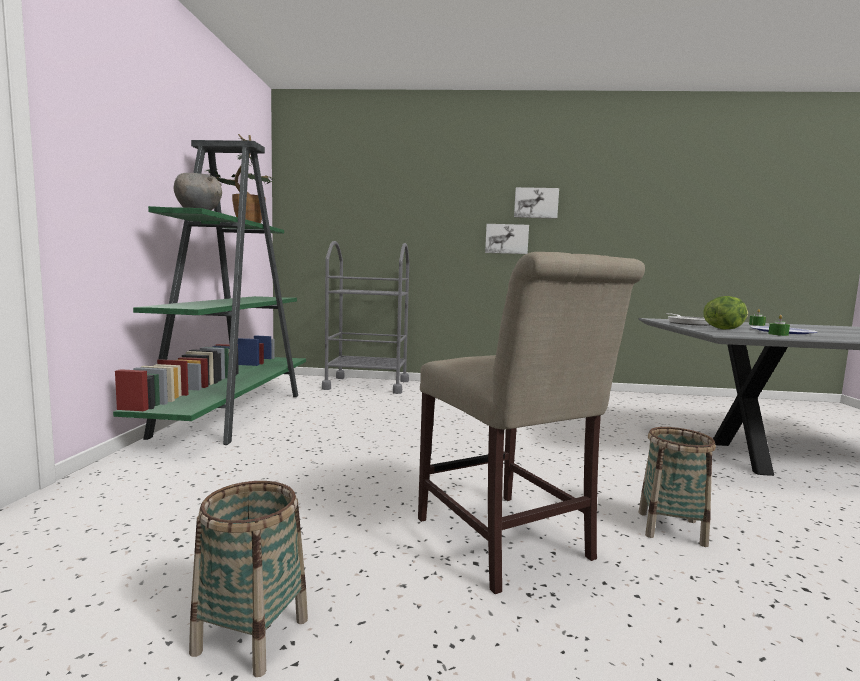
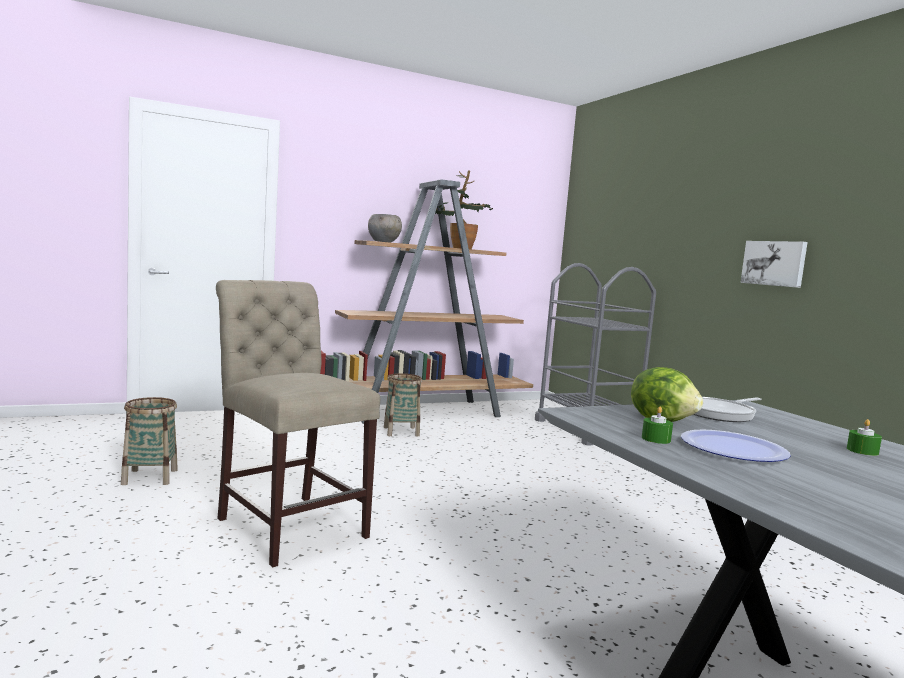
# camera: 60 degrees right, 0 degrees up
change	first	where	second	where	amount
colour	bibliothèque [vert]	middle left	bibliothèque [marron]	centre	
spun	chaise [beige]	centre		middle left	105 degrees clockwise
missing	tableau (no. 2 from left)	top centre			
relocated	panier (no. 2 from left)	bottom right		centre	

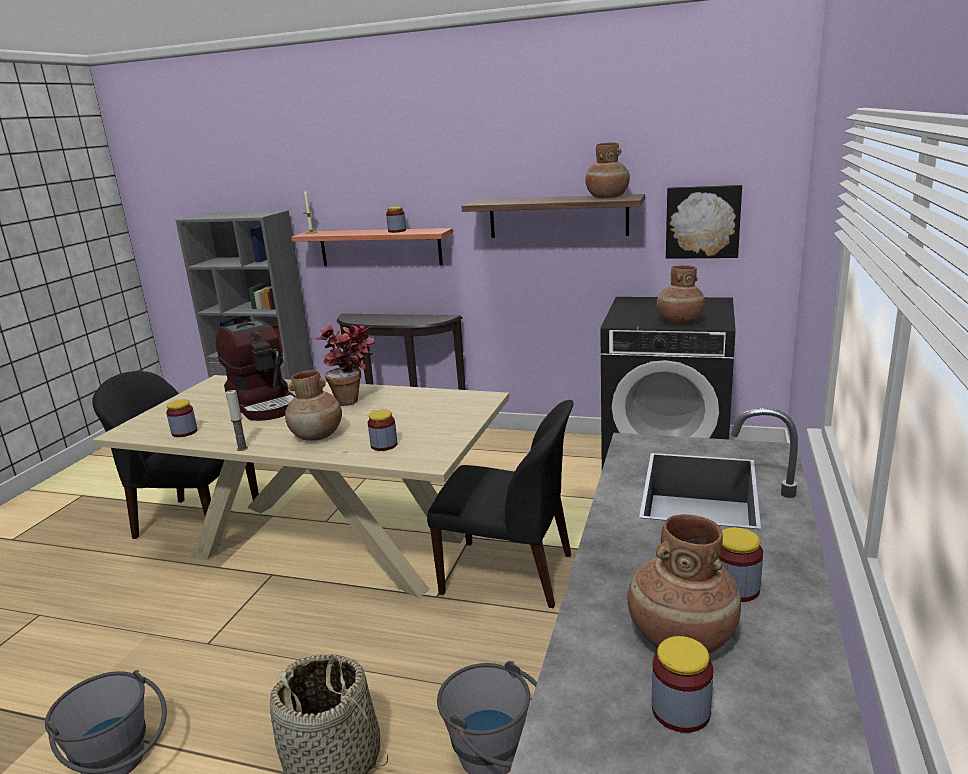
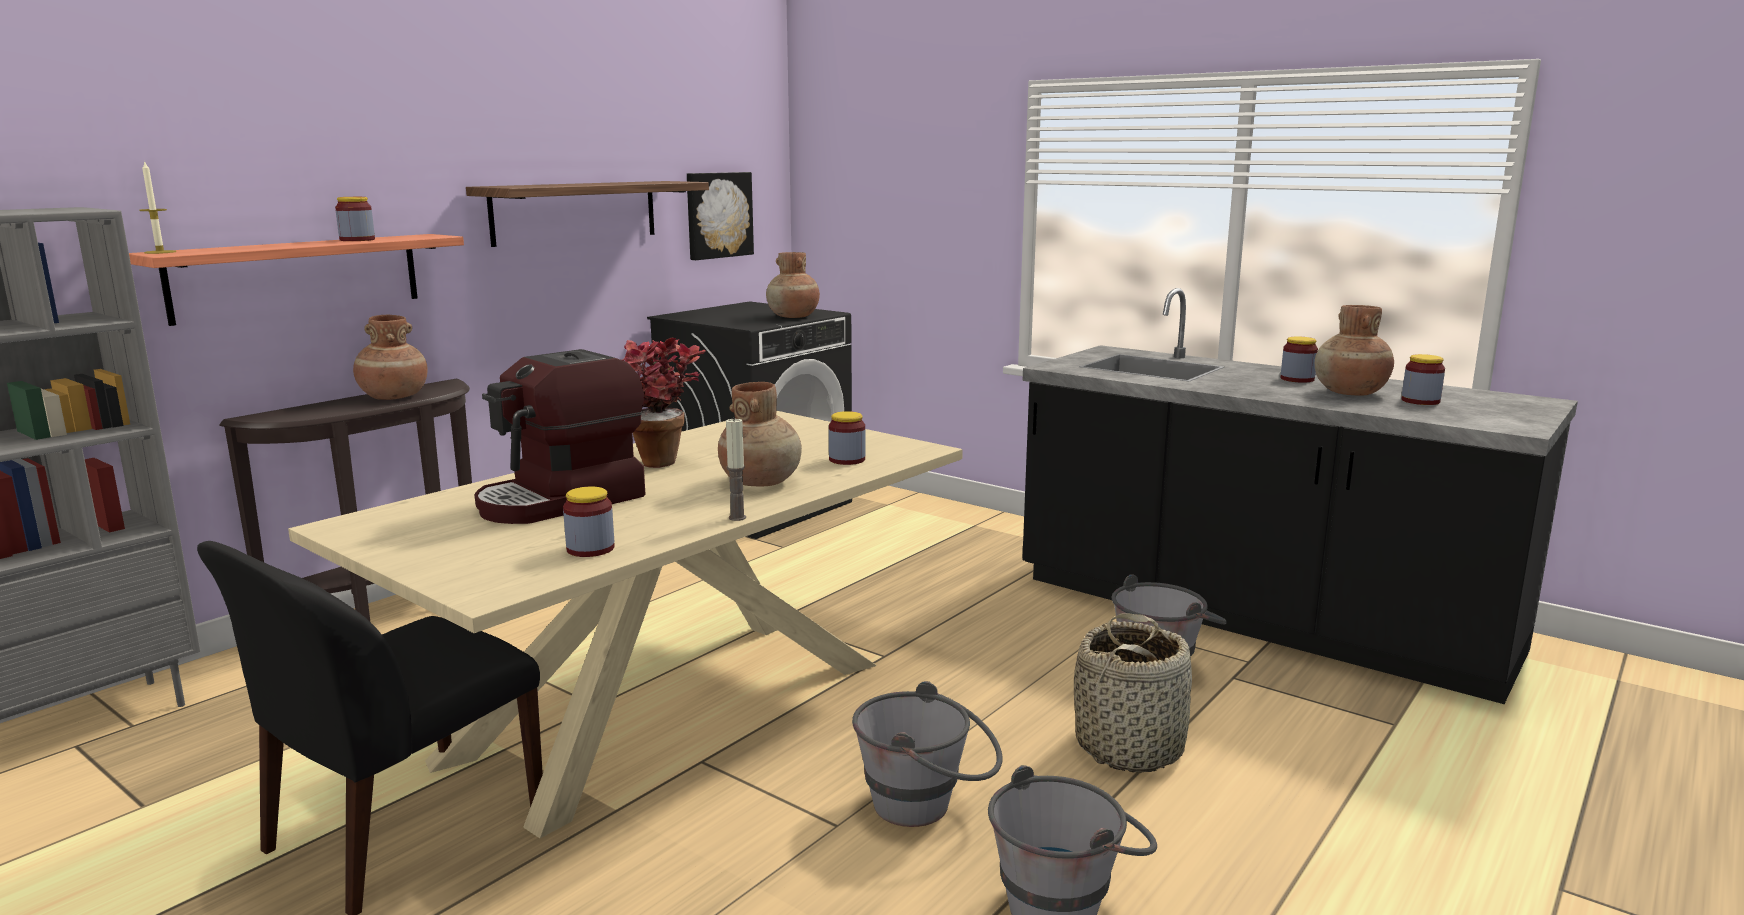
# camera: 70 degrees left, 5 degrees down
change	first	where	second	where	amount
spun	machine à café	middle left		middle left	150 degrees clockwise
missing	chaise [noir] (no. 2 from left)	centre			
relocated	vase [marron] (no. 2 from left in the first image)	top centre	vase [marron] (no. 1 from left)	middle left	
appeared			seau [gris] (no. 1 from left)	bottom centre	

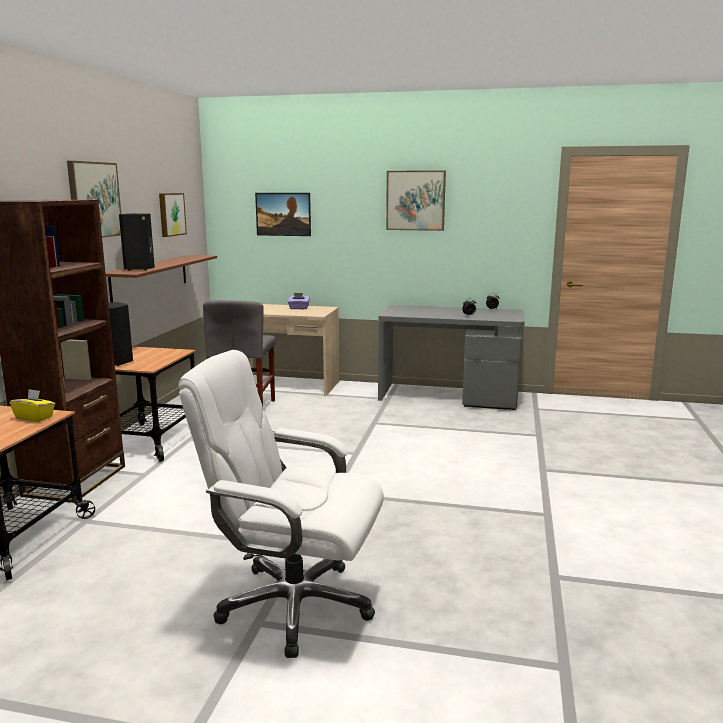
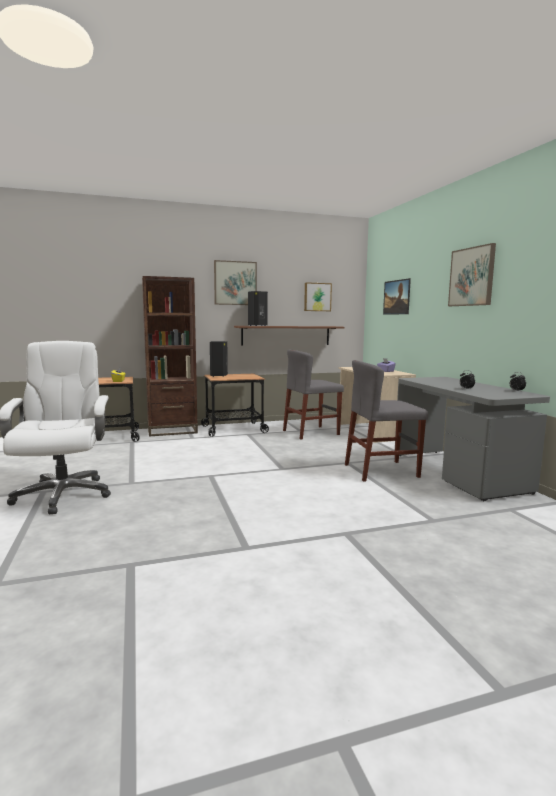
# camera: 60 degrees right, 5 degrees down
change	first	where	second	where	amount
appeared			chaise [gris] (no. 2 from left)	middle right	

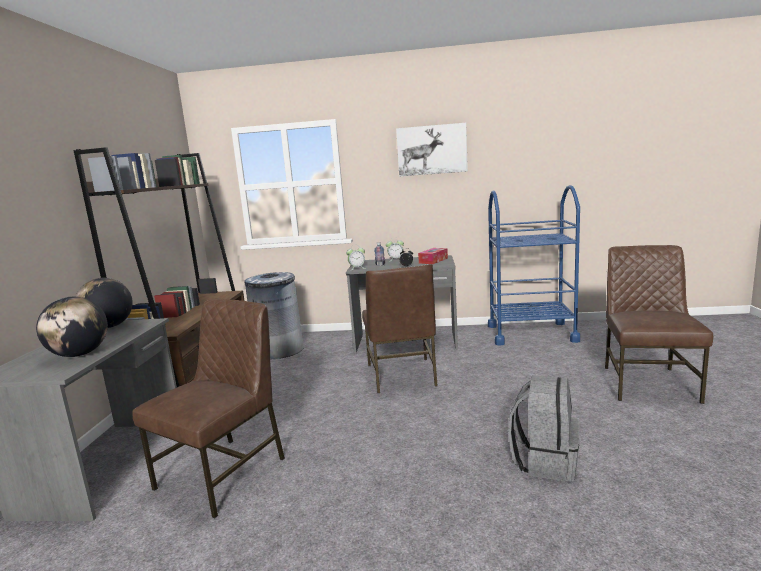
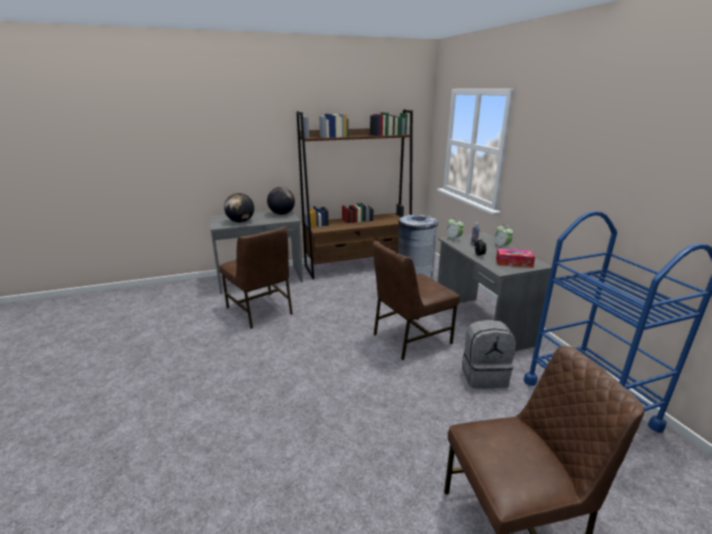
# camera: 65 degrees right, 10 degrees up
change	first	where	second	where	amount
spun	chaise [marron] (no. 1 from left)	bottom left		centre	45 degrees clockwise
missing	tableau	top centre			
relocated	sac à dos [gris]	bottom right		middle right	

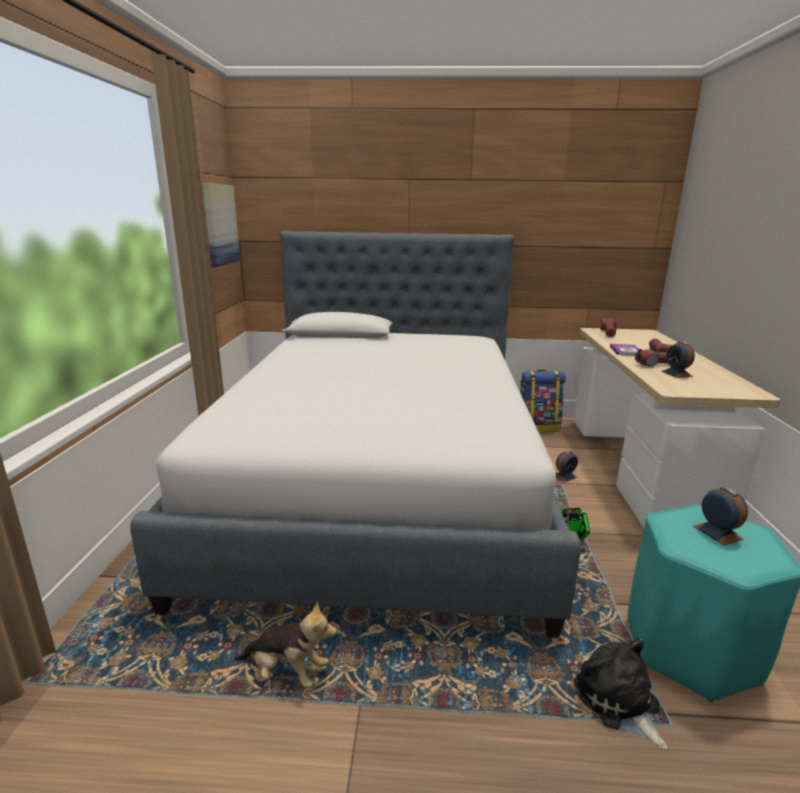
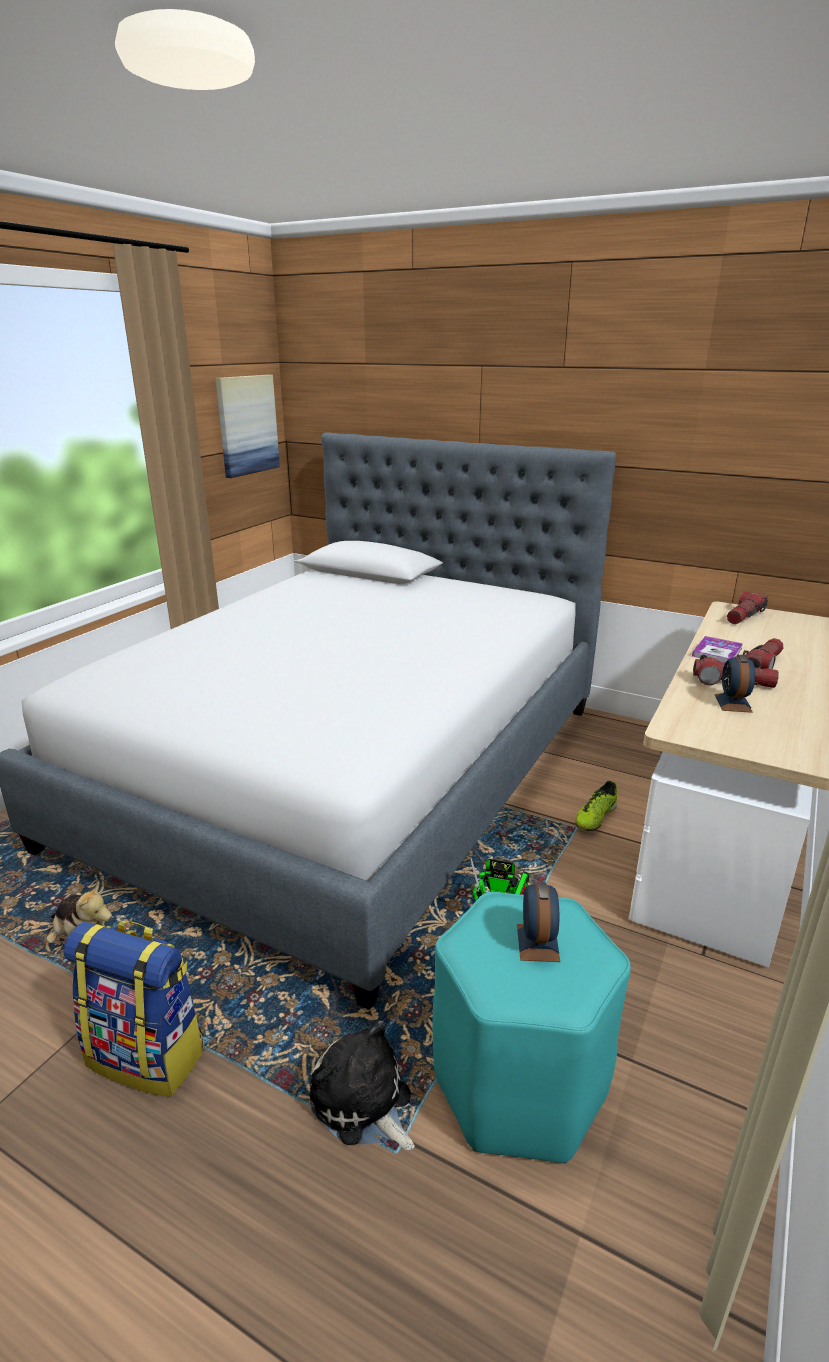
# camera: 25 degrees right, 5 degrees up
change	first	where	second	where	amount
relocated	sac à dos	middle right		bottom left	
exchanged	réveil (no. 1 from left)	middle right	chaussure	middle right	
spun	peluche (no. 2 from left)	bottom right		bottom centre	45 degrees counterclockwise

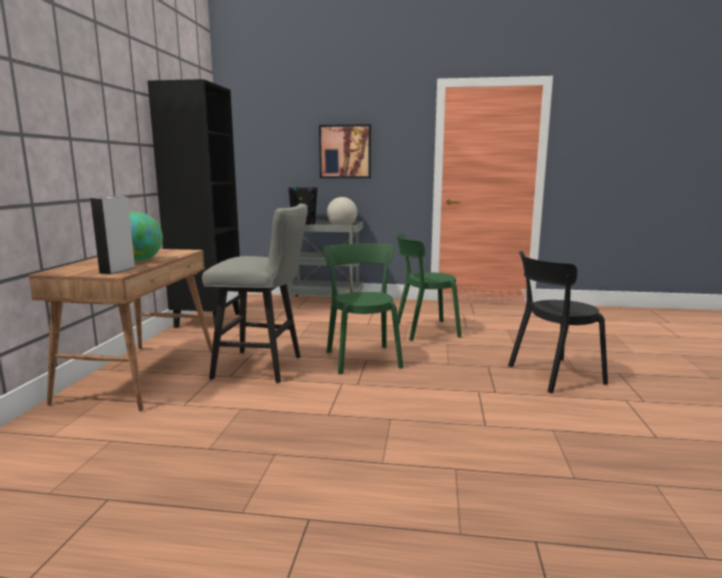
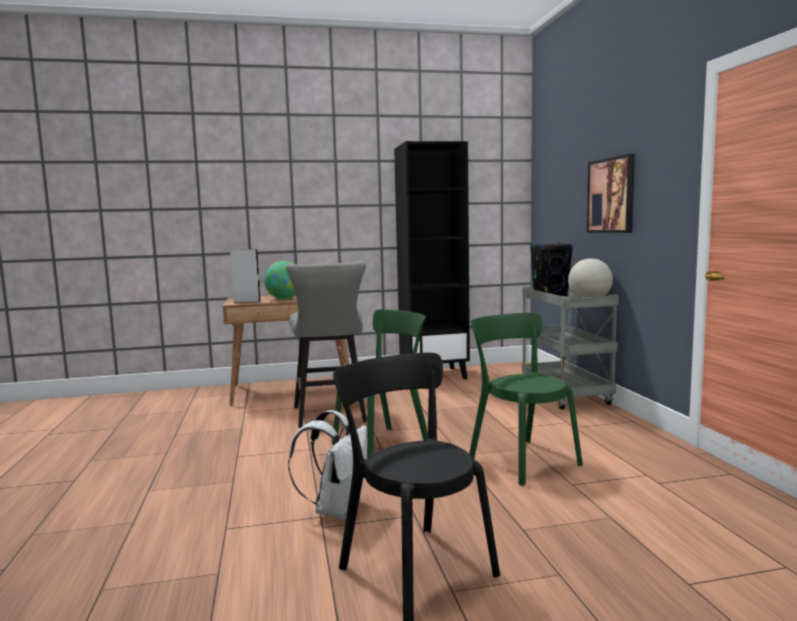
# camera: 70 degrees right, 5 degrees down
change	first	where	second	where	amount
appeared			sac à dos [blanc]	bottom centre	

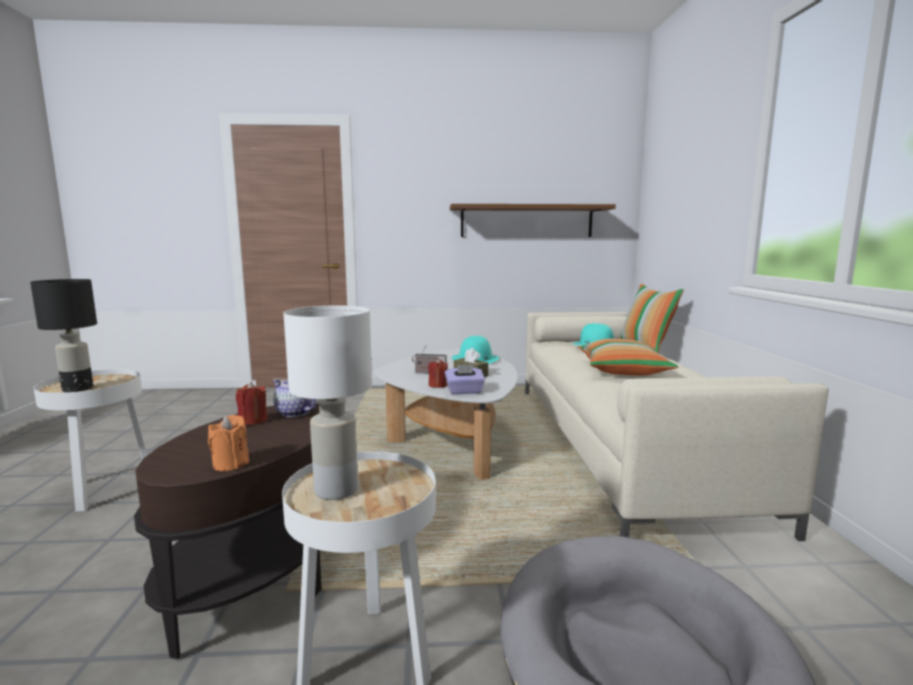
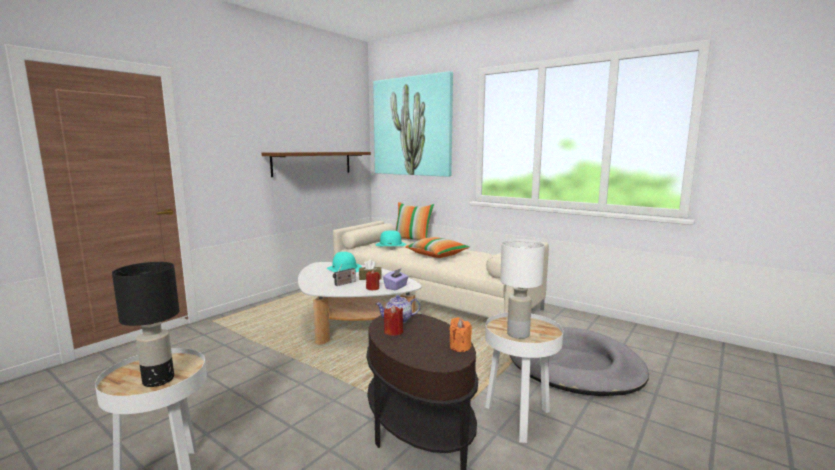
# camera: 50 degrees left, 0 degrees up
change	first	where	second	where	amount
appeared			tableau	top centre	

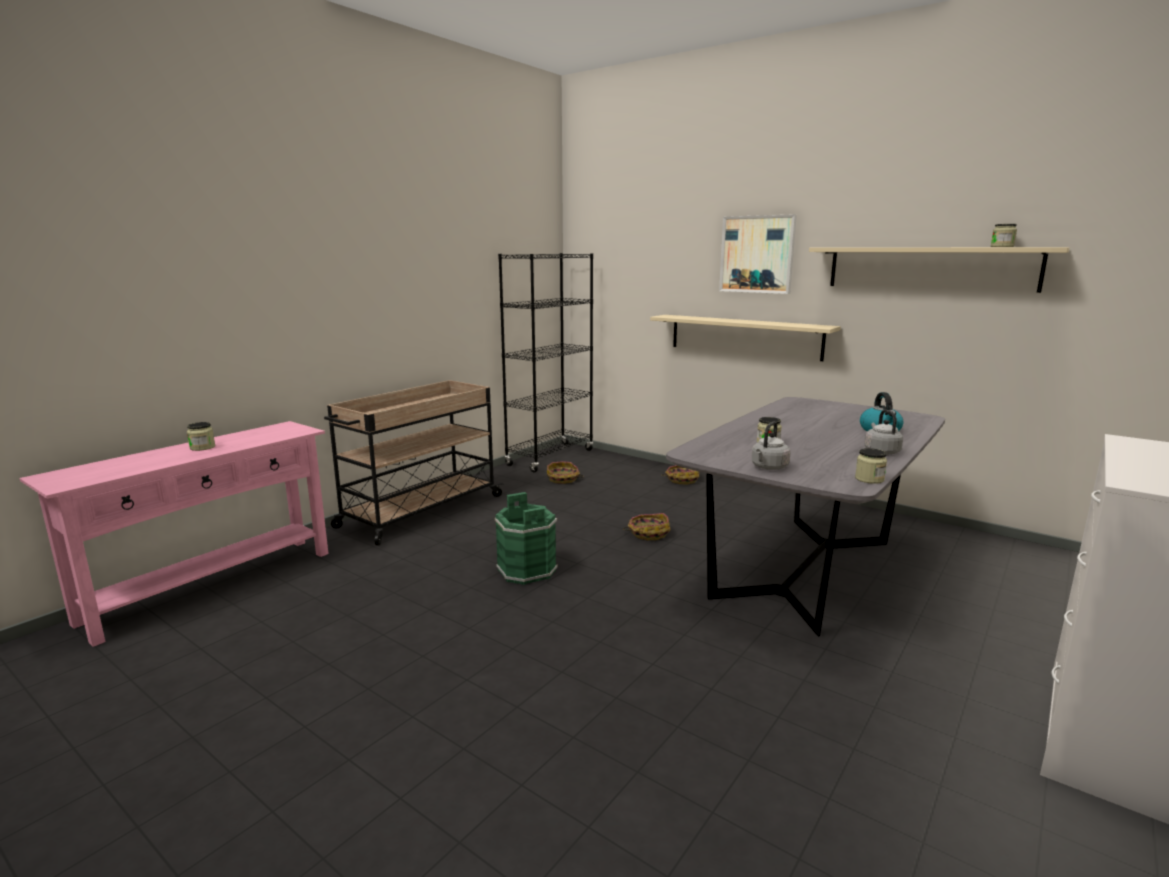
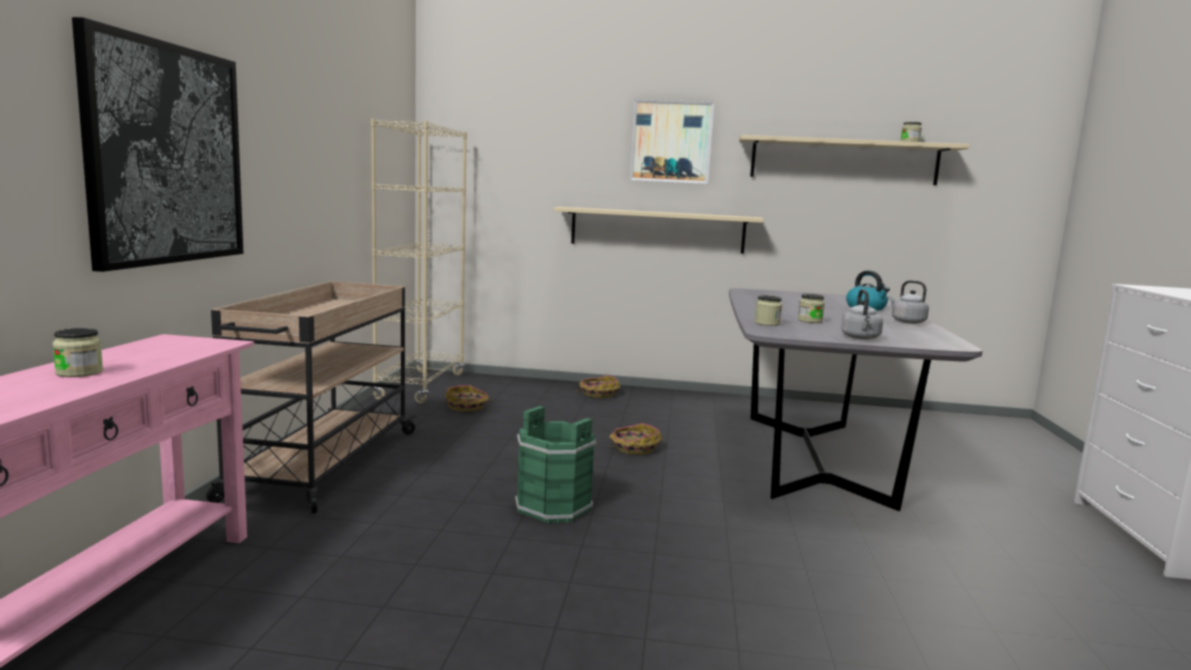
# camera: 30 degrees left, 5 degrees down
change	first	where	second	where	amount
colour	bibliothèque [noir]	centre	bibliothèque [beige]	centre	
relocated	bocal (no. 3 from left in the first image)	middle right	bocal (no. 2 from left)	centre	
appeared			tableau (no. 1 from left)	top left	

